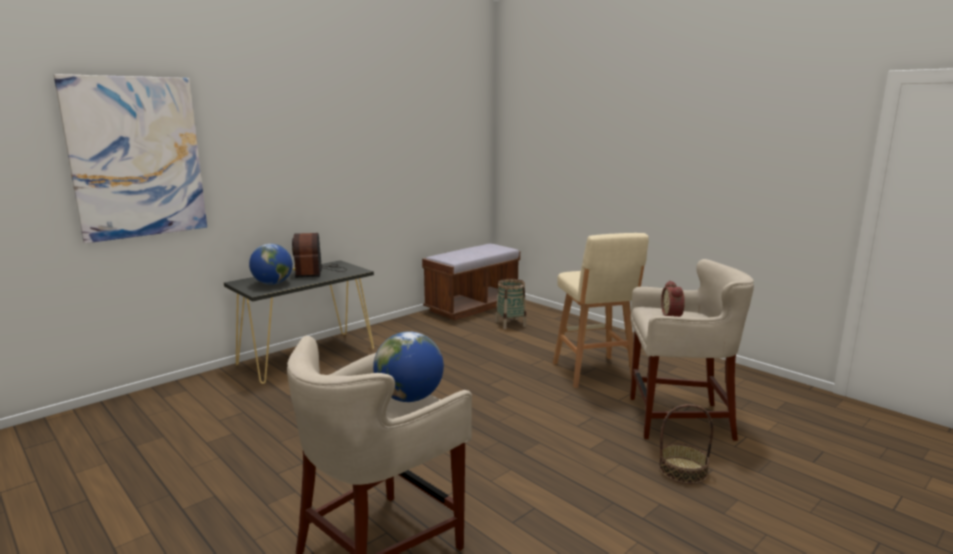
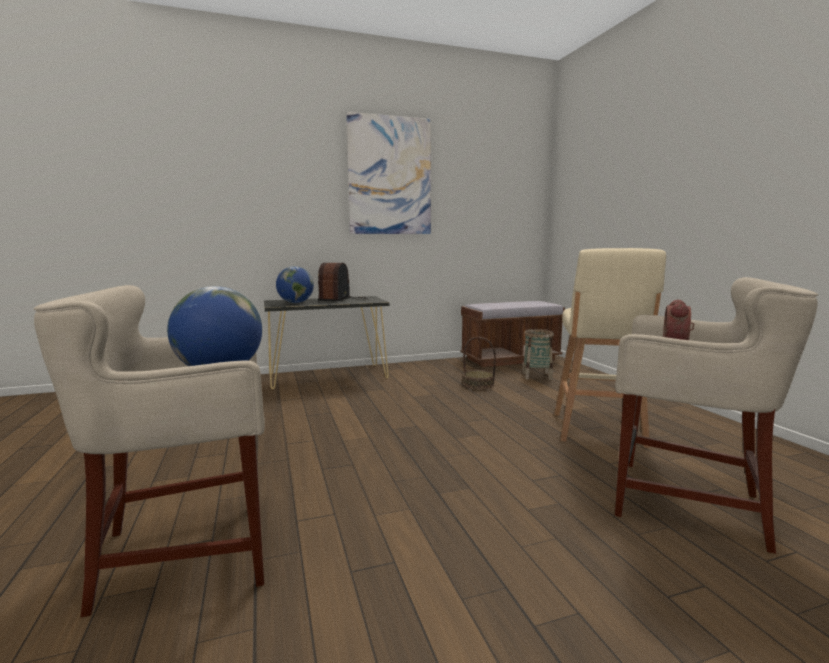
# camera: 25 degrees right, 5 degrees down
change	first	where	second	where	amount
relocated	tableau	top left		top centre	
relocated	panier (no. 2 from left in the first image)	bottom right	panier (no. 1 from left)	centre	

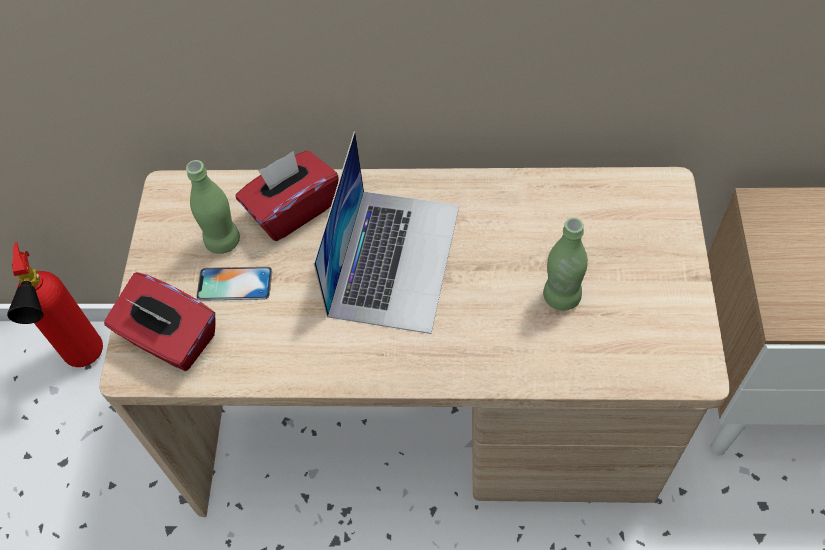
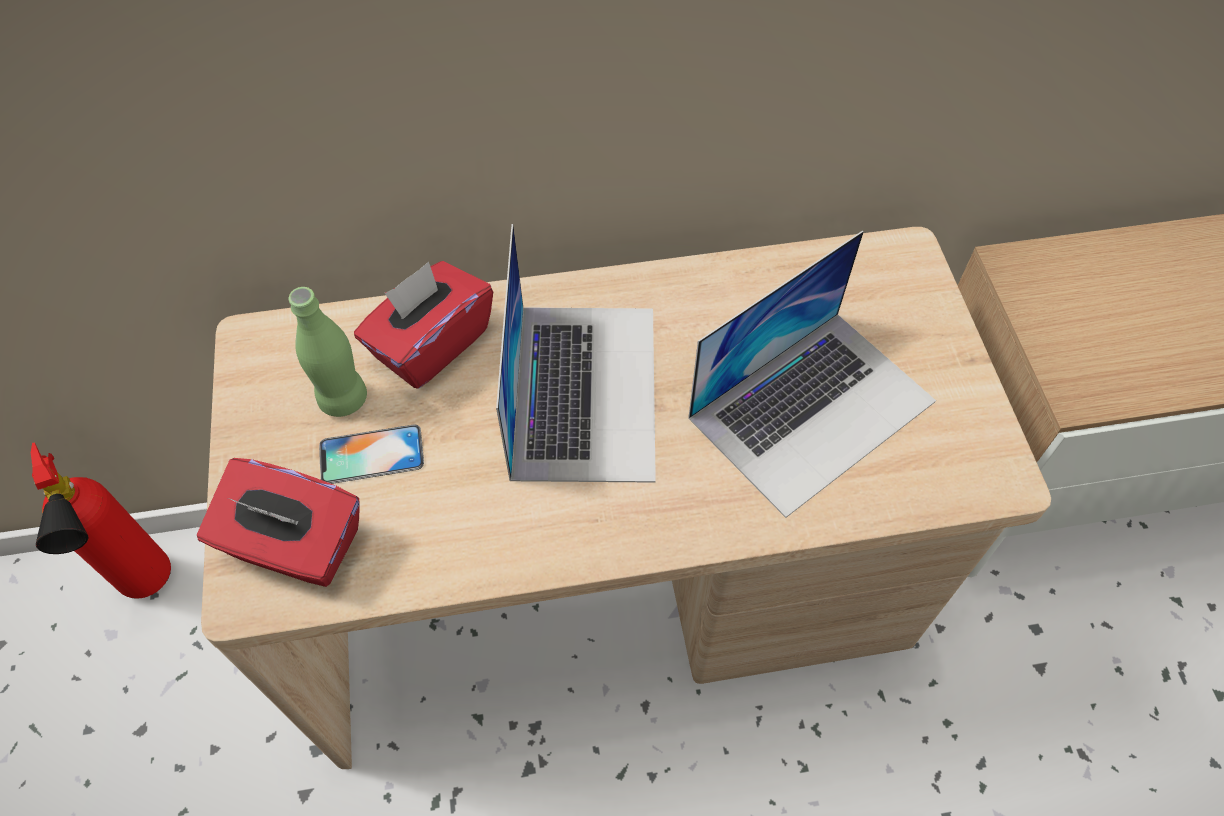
# camera: 15 degrees left, 0 degrees up
change	first	where	second	where	amount
exchanged	bouteille [vert] (no. 2 from left)	middle right	ordinateur portable (no. 2 from left)	centre	

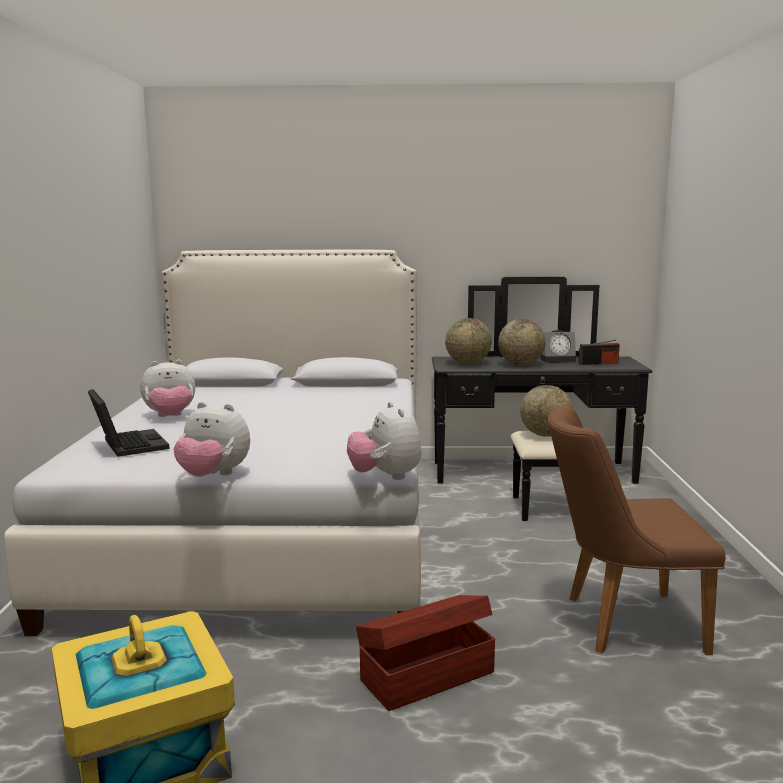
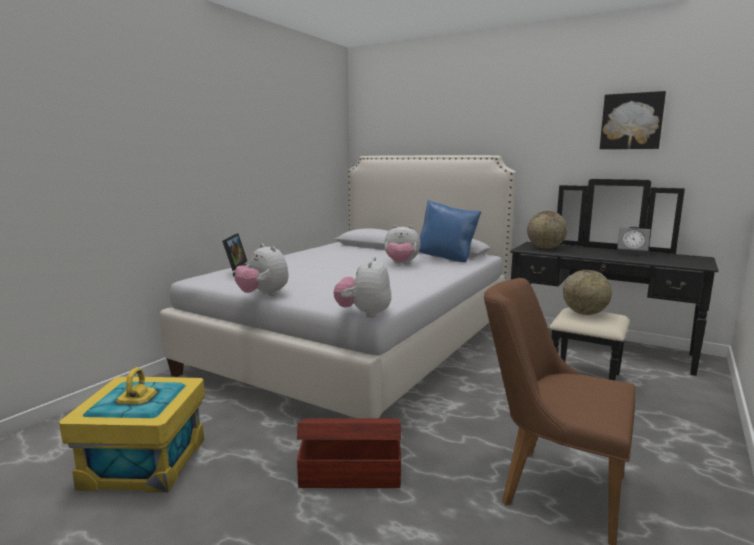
# camera: 30 degrees right, 0 degrees up
change	first	where	second	where	amount
relocated	peluche (no. 1 from left in the first image)	middle left	peluche (no. 3 from left)	centre	
missing	globe (no. 2 from left)	middle right			
missing	radio	middle right			
appeared			coussin [bleu]	centre	
appeared			tableau	top right	

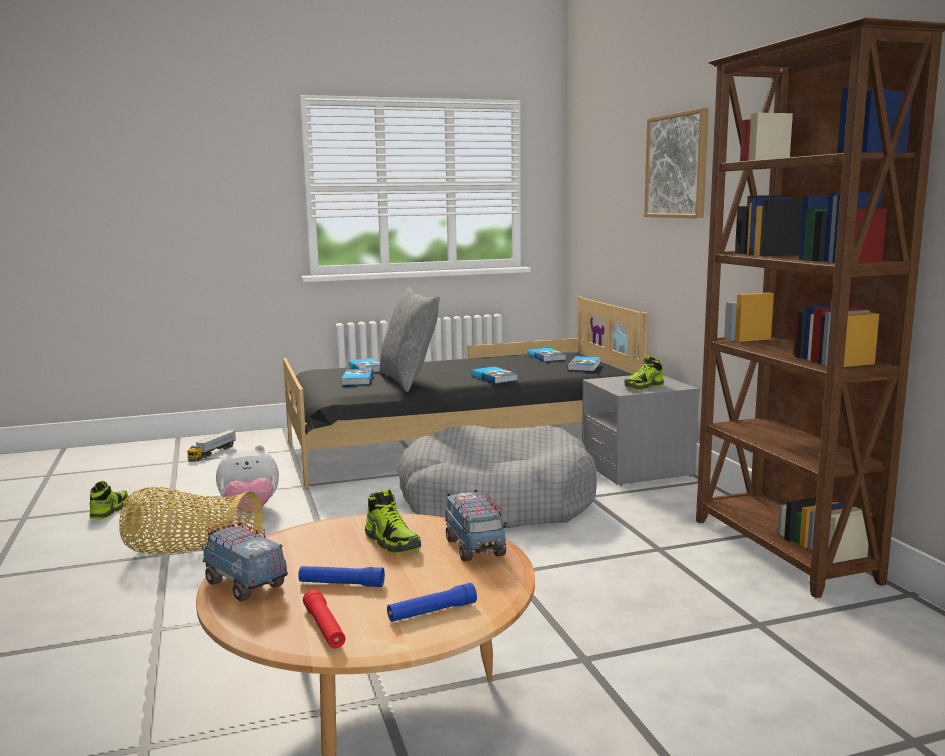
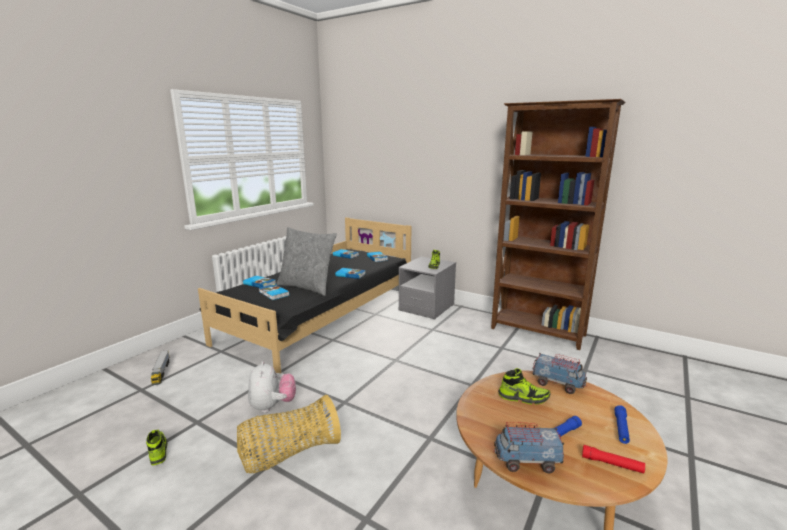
# camera: 40 degrees left, 5 degrees up
change	first	where	second	where	amount
spun	peluche	middle left		bottom centre	45 degrees counterclockwise
missing	panier pour chien [gris]	centre			
missing	tableau	top right			

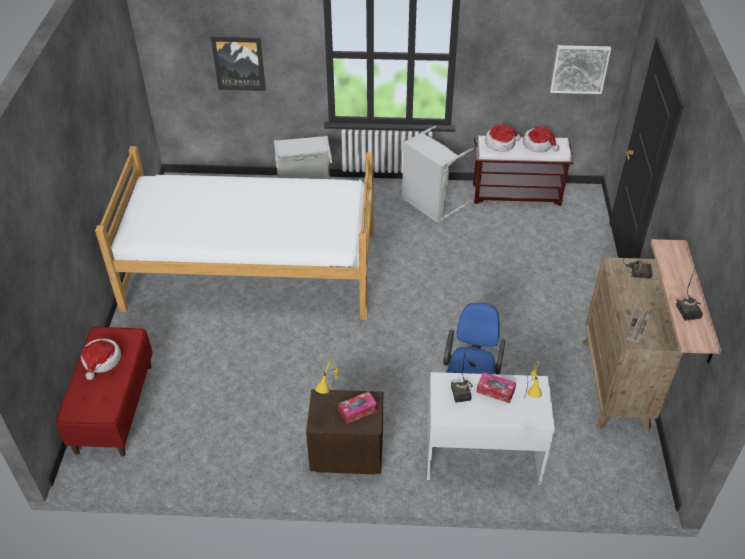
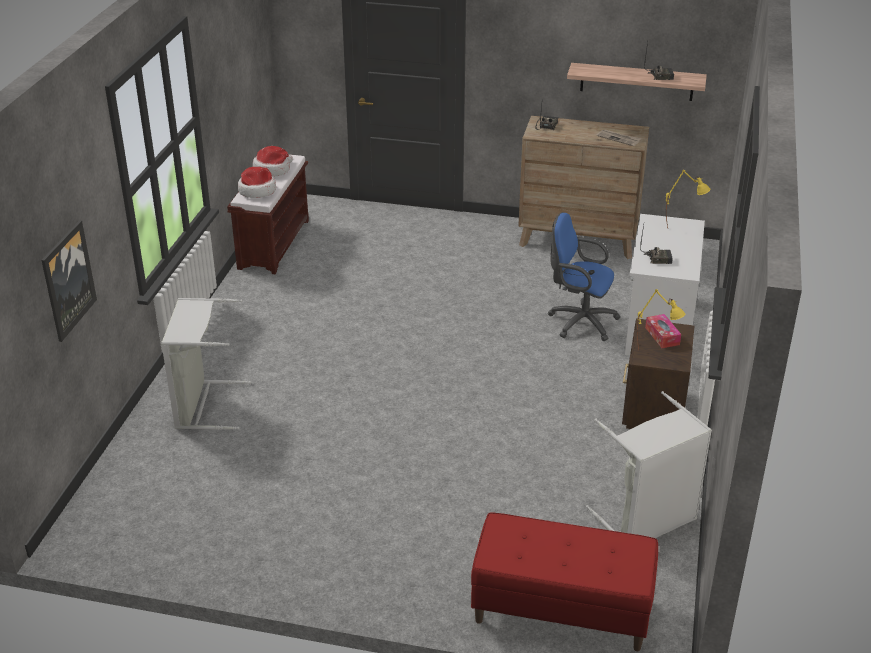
# camera: 80 degrees left, 10 degrees down
change	first	where	second	where	amount
missing	chapeau (no. 1 from left)	middle left			
missing	lit	middle left			
relocated	panier à linge [gris] (no. 2 from left)	top centre		bottom right	
missing	boîte à mouchoirs (no. 2 from left)	bottom centre			
missing	tableau (no. 2 from left)	top right			

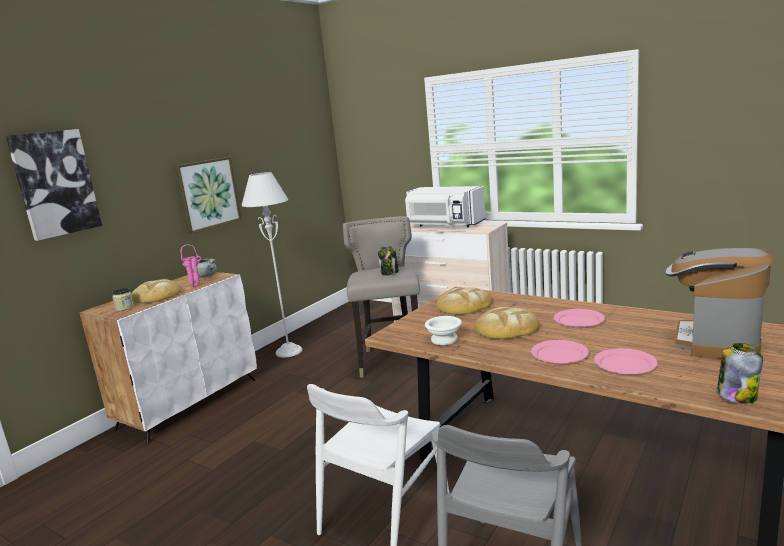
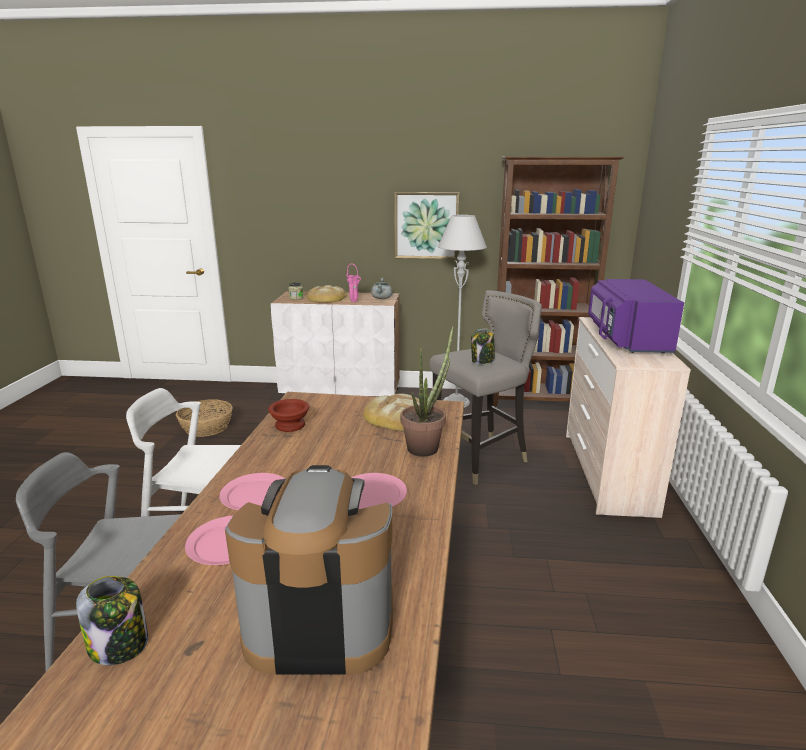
# camera: 60 degrees right, 5 degrees up
change	first	where	second	where	amount
missing	tableau (no. 1 from left)	middle left			
colour	micro-ondes [blanc]	centre	micro-ondes [violet]	middle right	
colour	bol [blanc]	centre	bol [marron]	centre	
missing	pain (no. 3 from left)	centre			
appeared			panier	middle left	
appeared			plante en pot	centre	
appeared			bibliothèque [marron]	middle right	

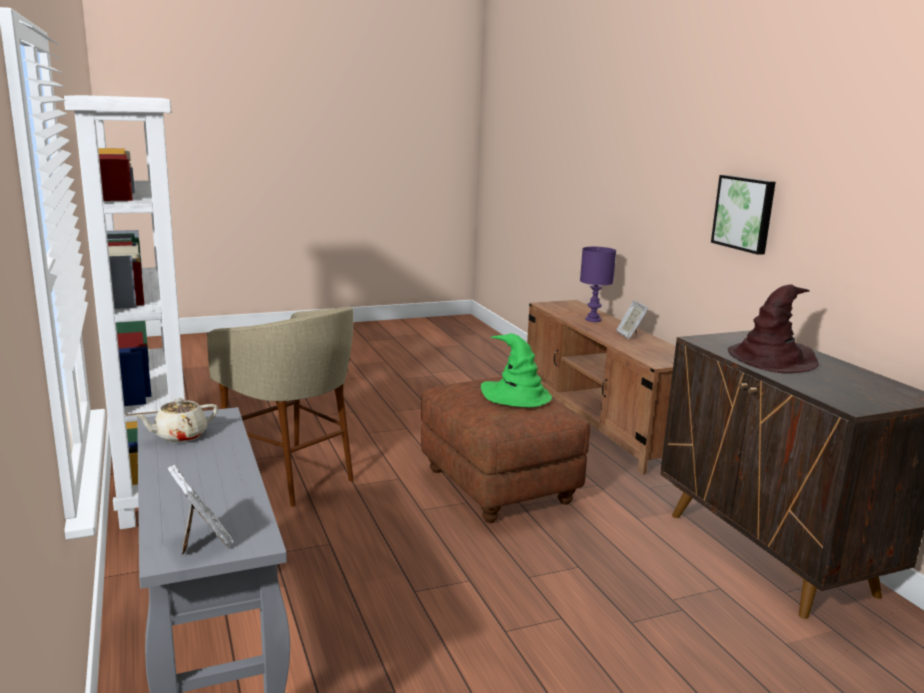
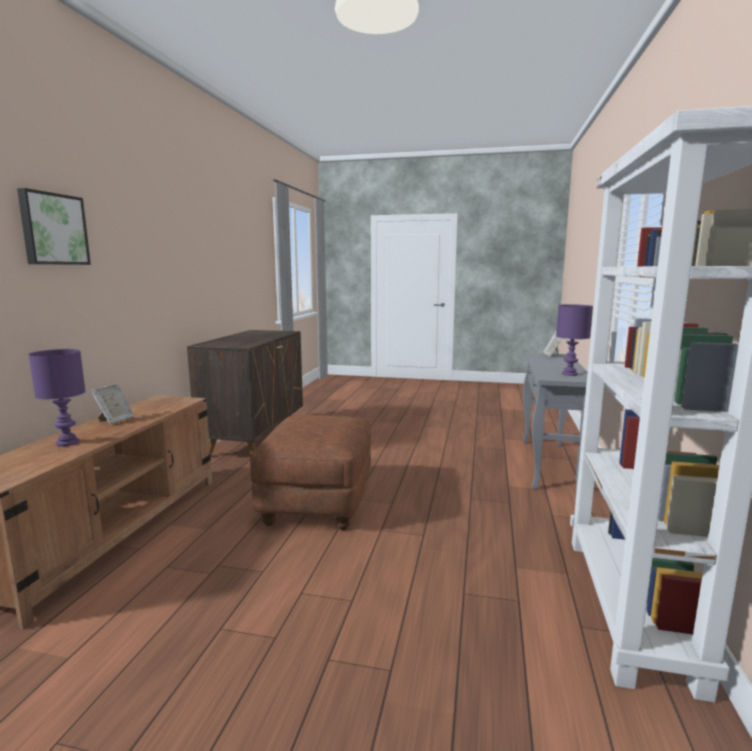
# camera: 145 degrees left, 5 degrees down
change	first	where	second	where	amount
exchanged	théière [beige]	middle left	lampe de table [violet] (no. 2 from left)	middle right	
missing	tabouret [beige]	middle left			
missing	chapeau [vert]	centre			
relocated	tableau	top right		top left	
missing	chapeau [marron]	middle right			

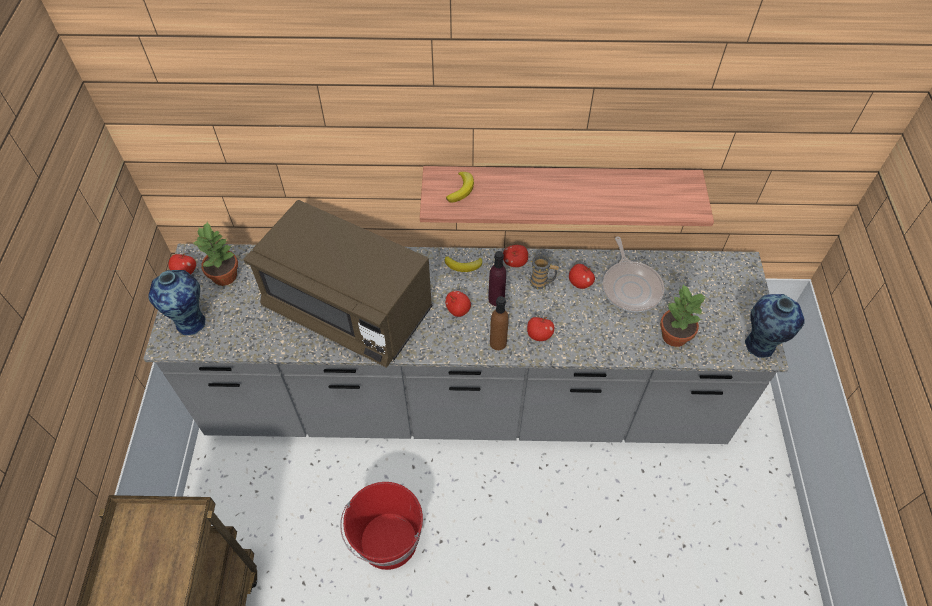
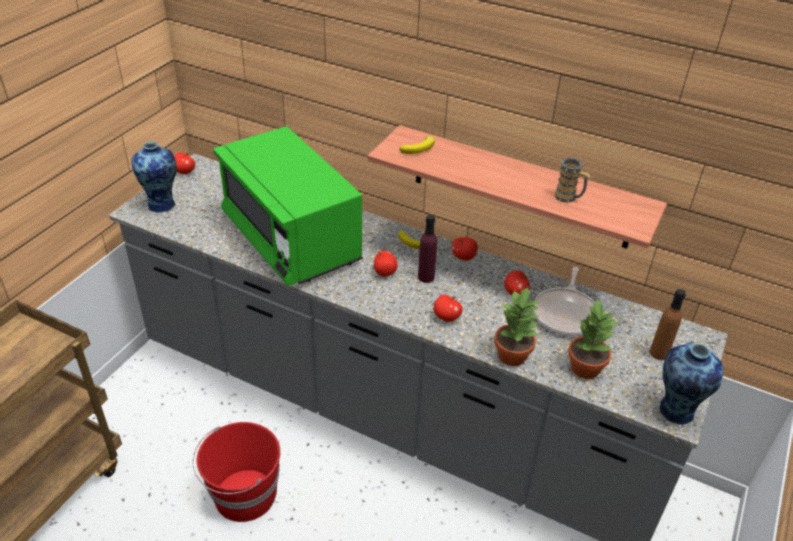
# camera: 25 degrees right, 15 degrees down
change	first	where	second	where	amount
relocated	plante en pot (no. 1 from left)	middle left		centre	
colour	micro-ondes [marron]	centre	micro-ondes [vert]	centre	
relocated	bouteille [marron]	centre		middle right	
relocated	mug	centre		top right	

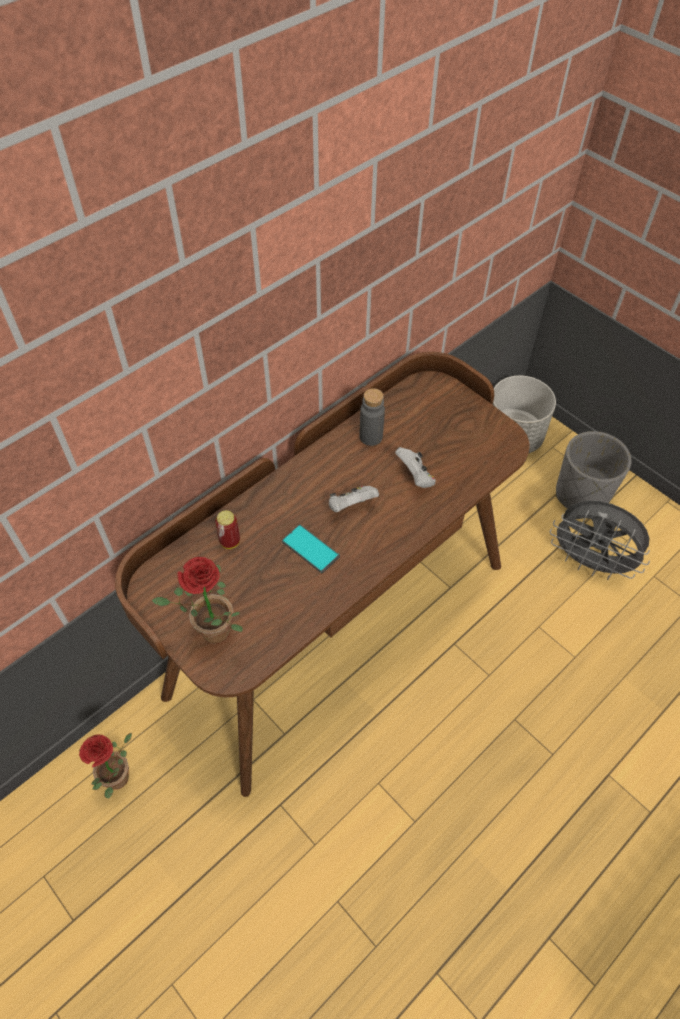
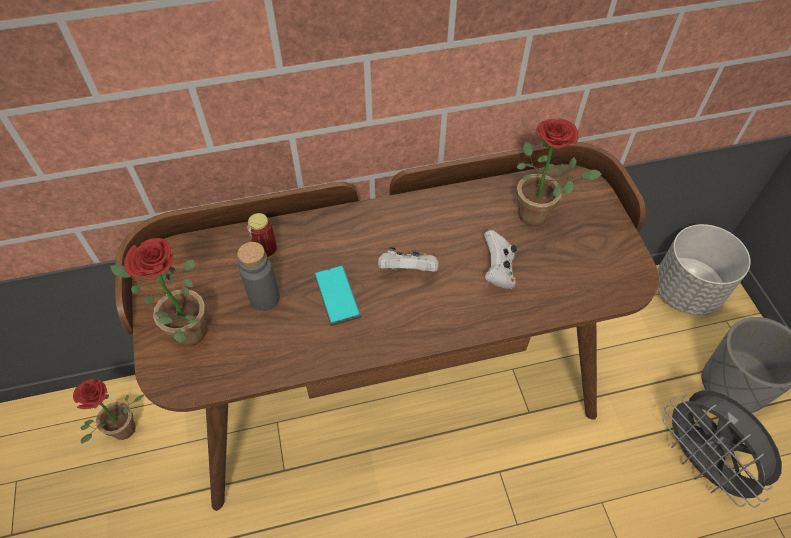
# camera: 30 degrees right, 0 degrees up
change	first	where	second	where	amount
relocated	bouteille [gris]	centre		middle left	
appeared			plante en pot (no. 3 from left)	top right	

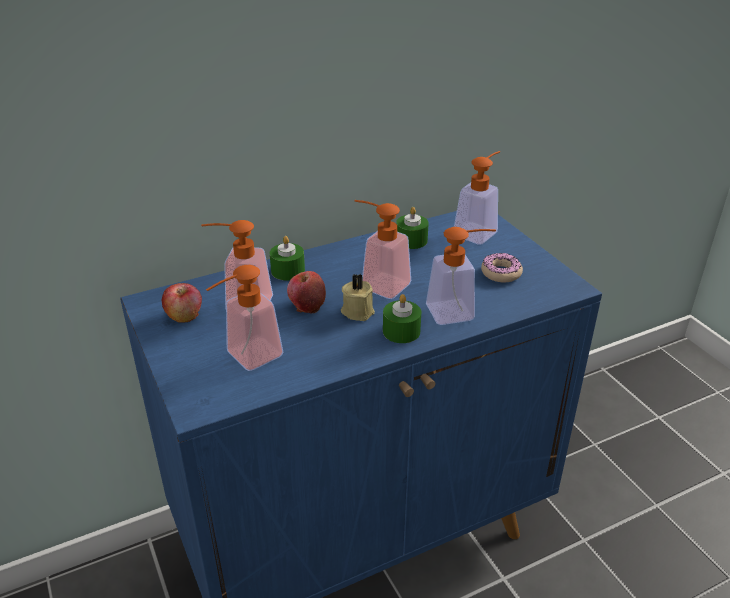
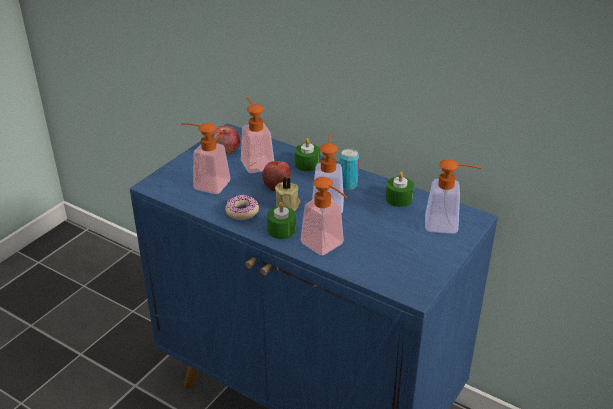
# camera: 60 degrees right, 0 degrees up
change	first	where	second	where	amount
relocated	beignet	middle right		centre	
appeared			boîte métallique	centre	

